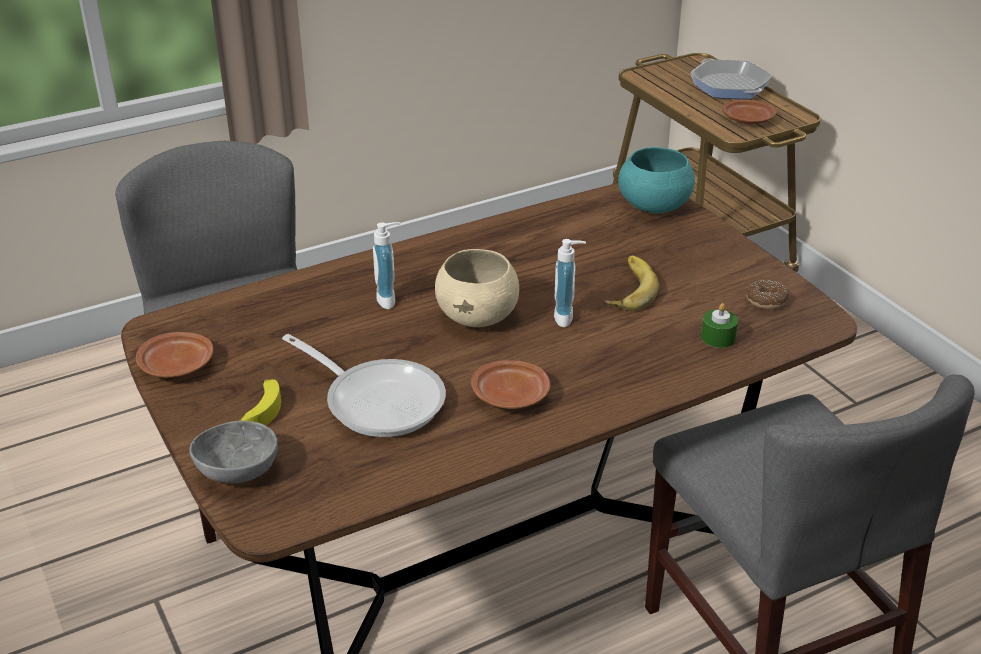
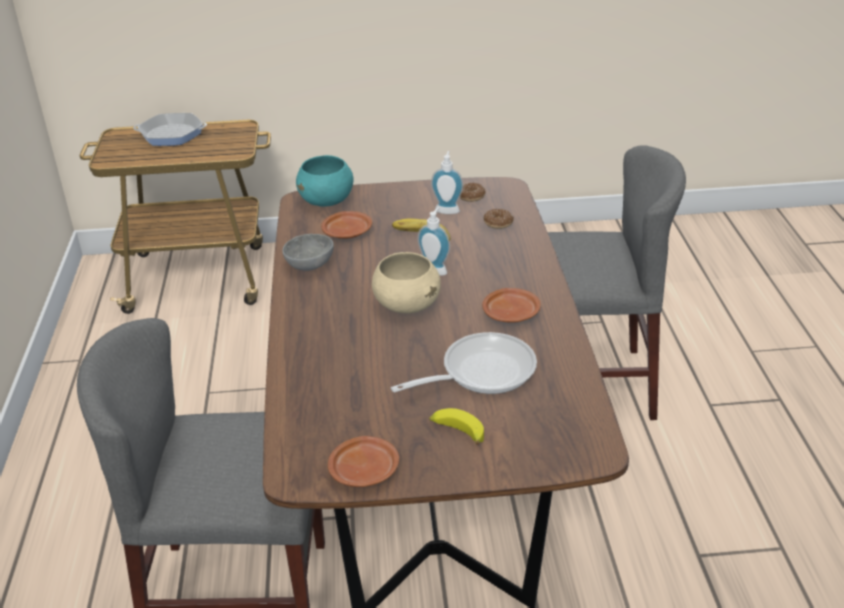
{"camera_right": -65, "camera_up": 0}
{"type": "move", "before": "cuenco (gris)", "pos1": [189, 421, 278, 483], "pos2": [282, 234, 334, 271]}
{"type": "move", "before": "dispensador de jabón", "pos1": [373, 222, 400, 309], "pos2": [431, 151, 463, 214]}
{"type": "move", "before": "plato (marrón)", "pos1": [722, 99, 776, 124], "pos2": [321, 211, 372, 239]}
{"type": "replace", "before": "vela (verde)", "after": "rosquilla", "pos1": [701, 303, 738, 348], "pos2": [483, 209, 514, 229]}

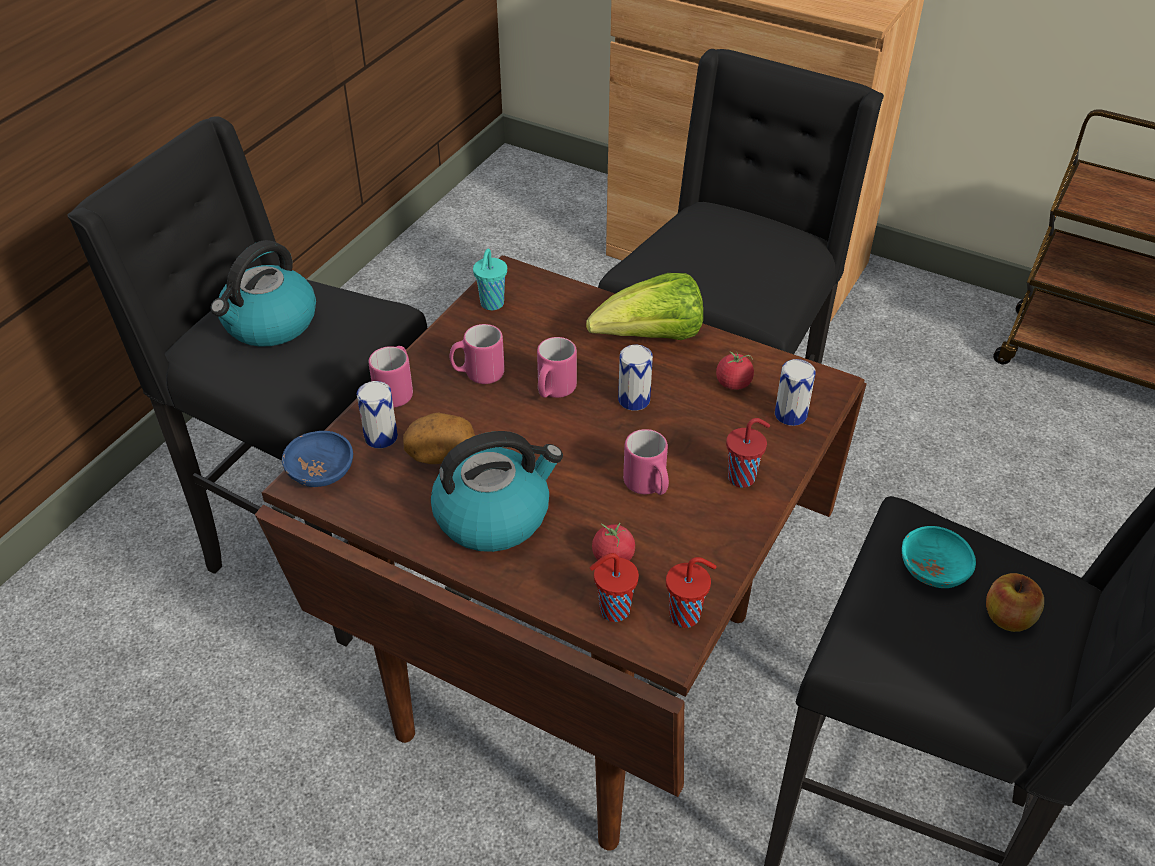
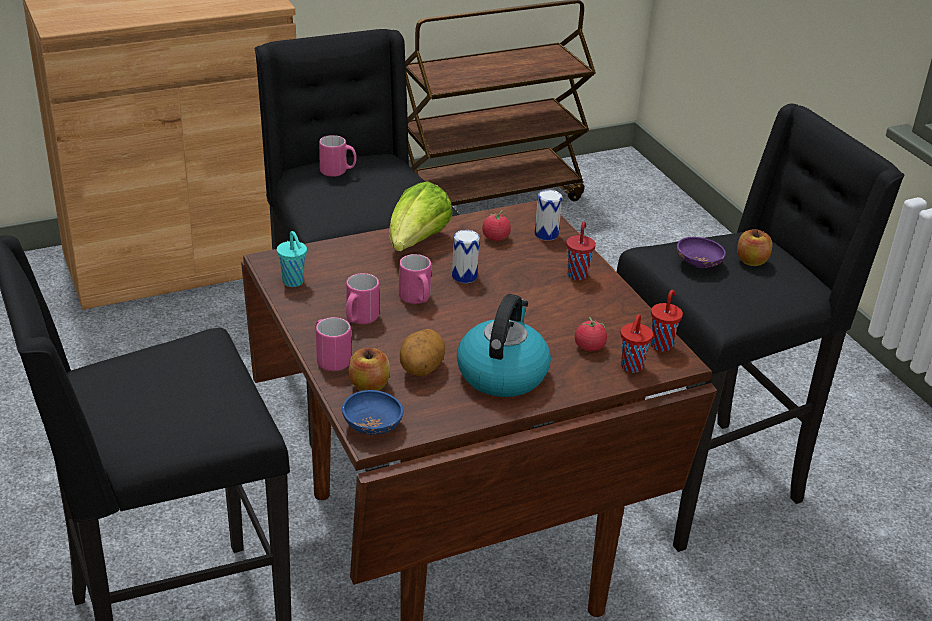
{"camera_right": -55, "camera_up": -10}
{"type": "delete", "before": "hervidor", "pos1": [210, 240, 316, 347]}
{"type": "move", "before": "taza grande (rosa)", "pos1": [623, 429, 669, 495], "pos2": [319, 135, 357, 177]}
{"type": "replace", "before": "lata", "after": "manzana", "pos1": [357, 381, 398, 448], "pos2": [349, 348, 390, 391]}
{"type": "recolor", "before": "cuenco (turquesa)", "after": "cuenco (morado)", "pos1": [902, 526, 976, 588], "pos2": [677, 237, 726, 268]}

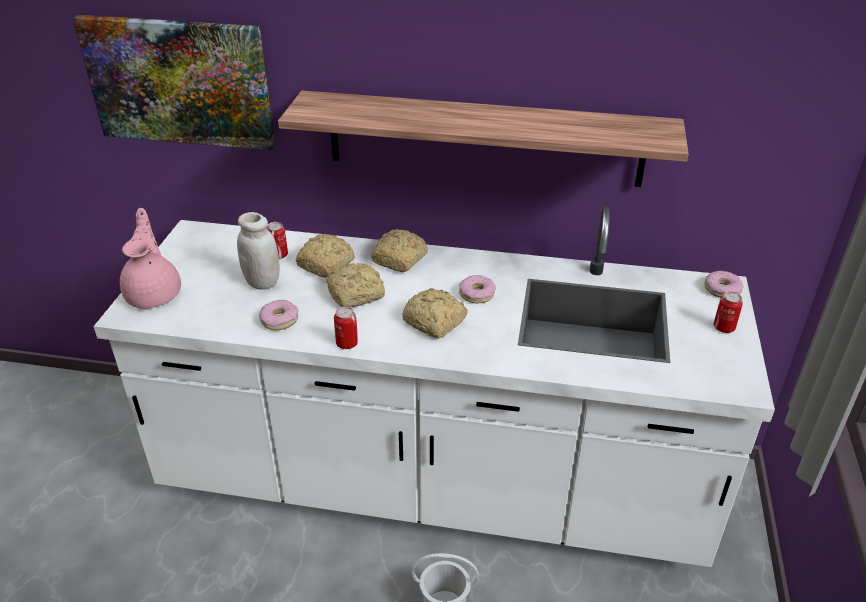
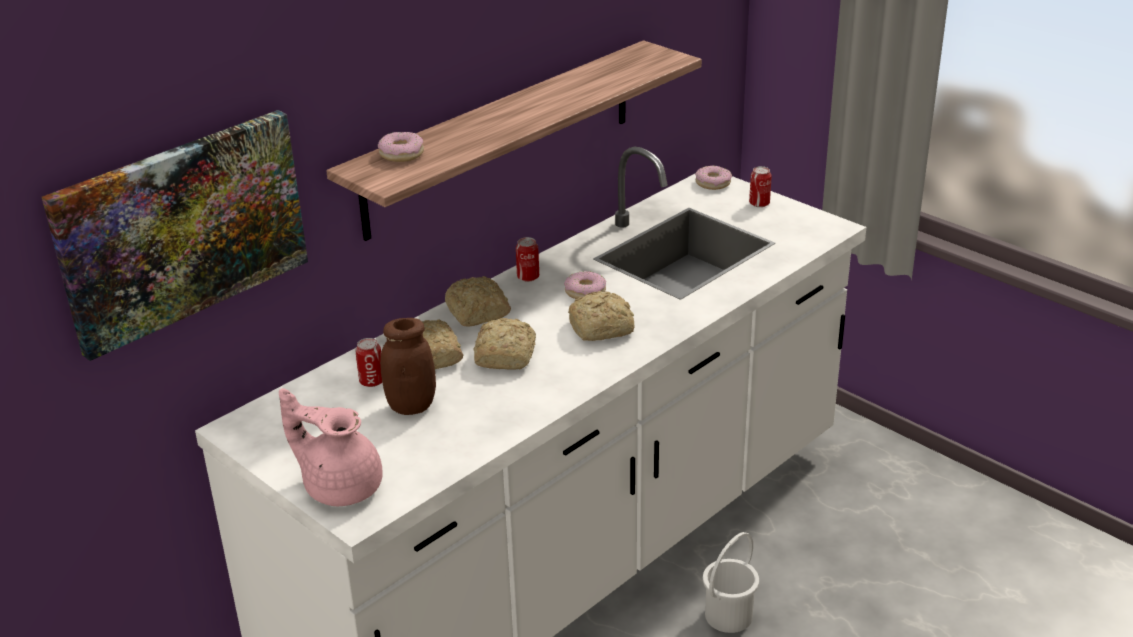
{"camera_right": -55, "camera_up": -5}
{"type": "move", "before": "rosquilla", "pos1": [259, 300, 299, 330], "pos2": [378, 132, 424, 162]}
{"type": "move", "before": "lata", "pos1": [334, 307, 358, 349], "pos2": [516, 237, 539, 282]}
{"type": "recolor", "before": "tarro (blanco)", "after": "tarro (marrón)", "pos1": [237, 212, 280, 290], "pos2": [380, 318, 436, 415]}

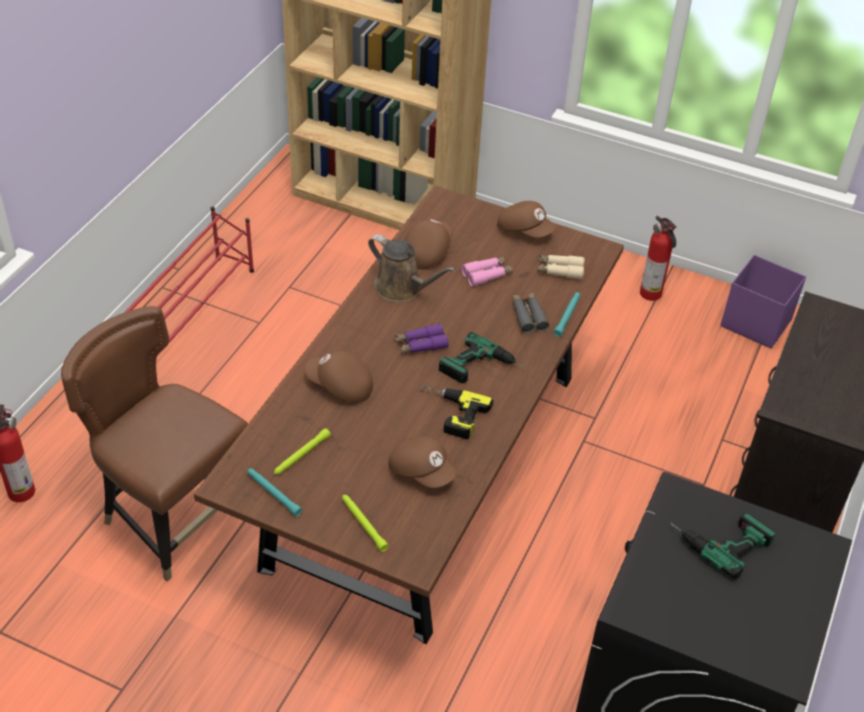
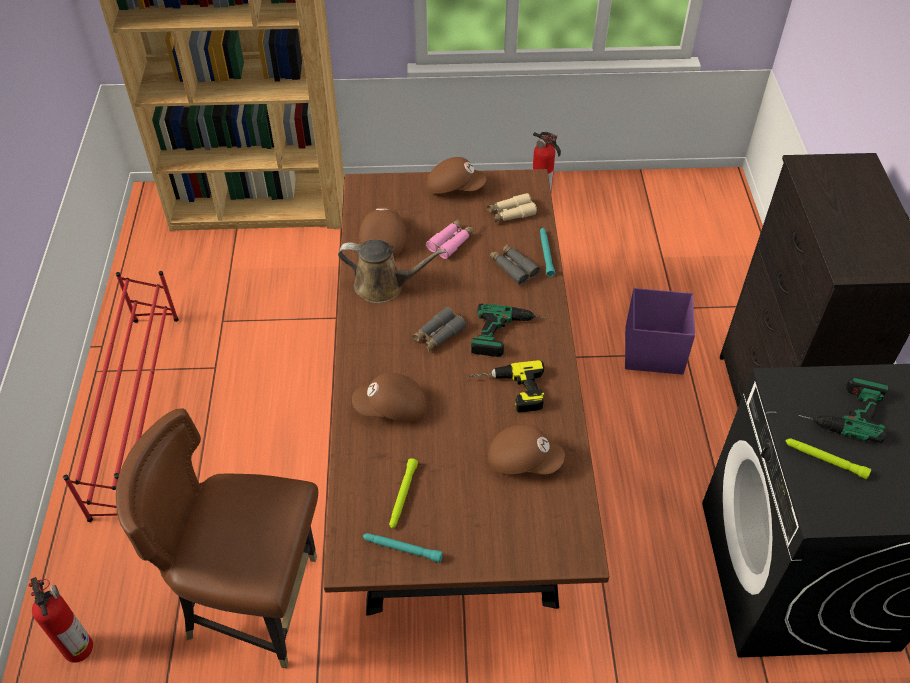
{"camera_right": -25, "camera_up": 5}
{"type": "move", "before": "linterna (verde)", "pos1": [342, 495, 389, 552], "pos2": [786, 439, 871, 479]}
{"type": "move", "before": "caja de almacenaje (morado)", "pos1": [720, 255, 806, 349], "pos2": [625, 288, 695, 375]}
{"type": "recolor", "before": "prismáticos (morado)", "after": "prismáticos (gris)", "pos1": [395, 323, 449, 354], "pos2": [412, 307, 466, 352]}

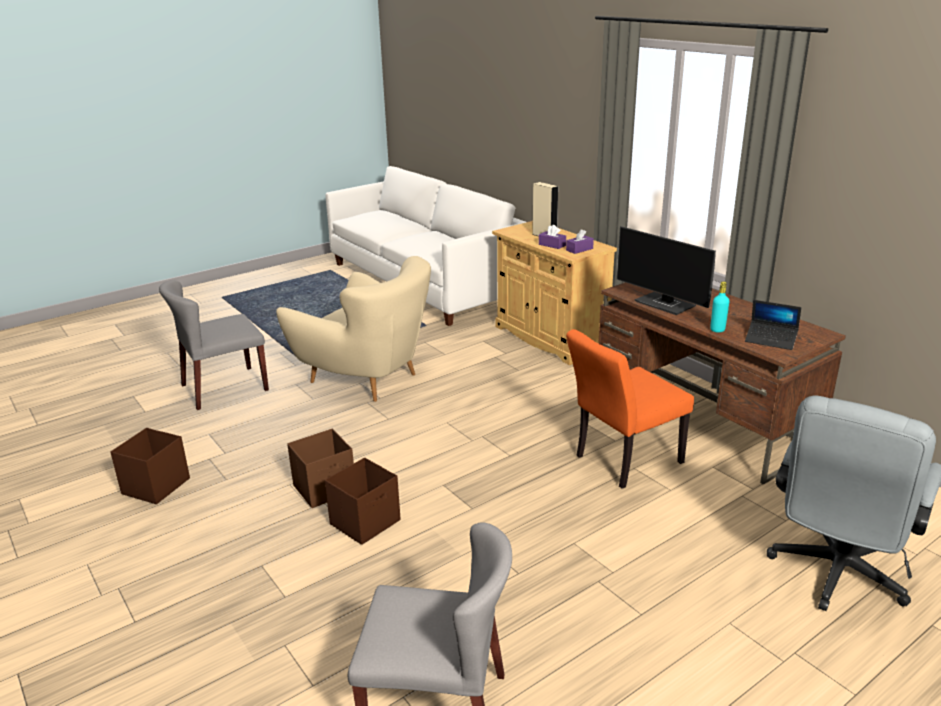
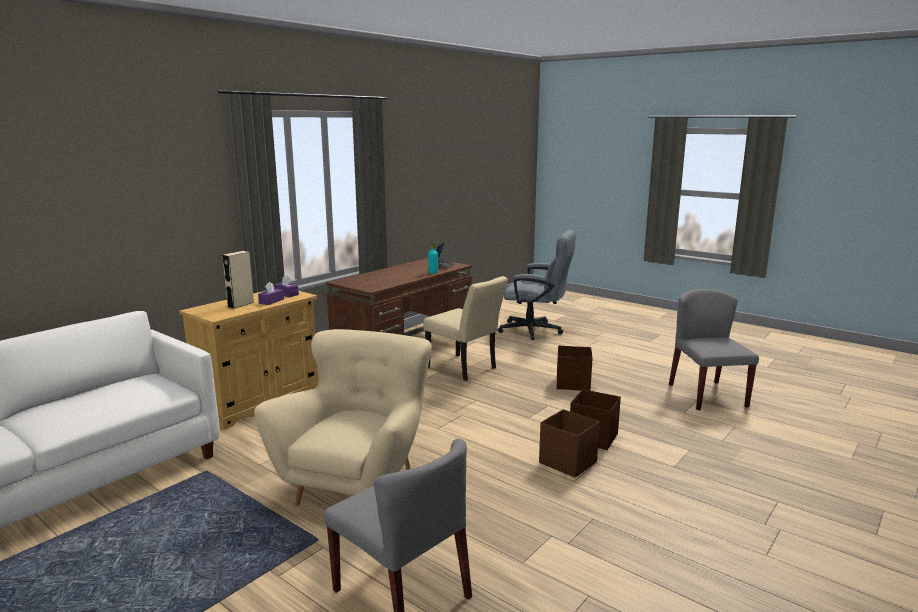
{"camera_right": -105, "camera_up": -10}
{"type": "delete", "before": "monitor", "pos1": [617, 226, 716, 315]}
{"type": "move", "before": "caja de almacenaje (marrón)", "pos1": [110, 428, 190, 504], "pos2": [557, 346, 593, 391]}
{"type": "recolor", "before": "silla (naranja)", "after": "silla (beis)", "pos1": [566, 329, 694, 489], "pos2": [423, 276, 508, 381]}

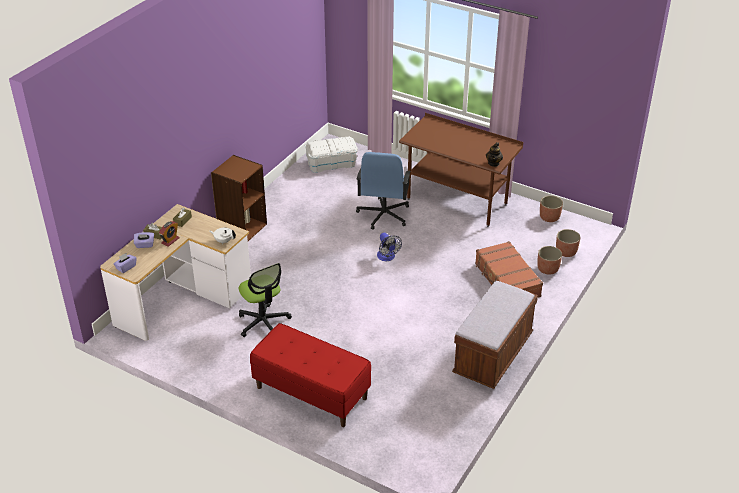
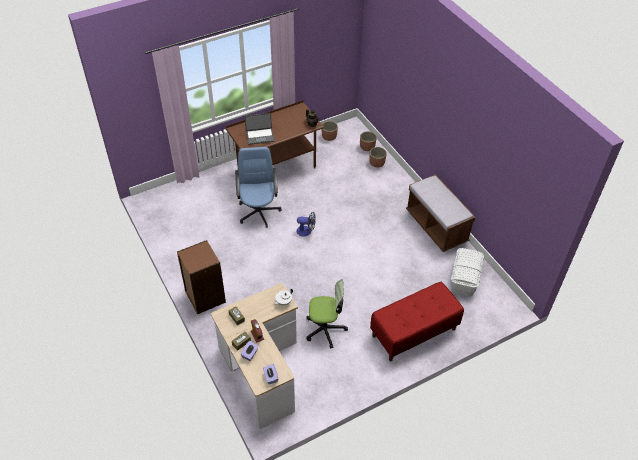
{"camera_right": -60, "camera_up": 10}
{"type": "delete", "before": "maleta (marrón)", "pos1": [475, 241, 543, 297]}
{"type": "insert", "after": "portátil", "pos2": [245, 113, 274, 145]}
{"type": "move", "before": "caja de almacenaje (blanco)", "pos1": [305, 136, 358, 173], "pos2": [451, 248, 484, 297]}
{"type": "rotate", "before": "silla de oficina (azul)", "pos1": [356, 152, 411, 230], "pos2": [235, 147, 282, 228], "turn": -135}

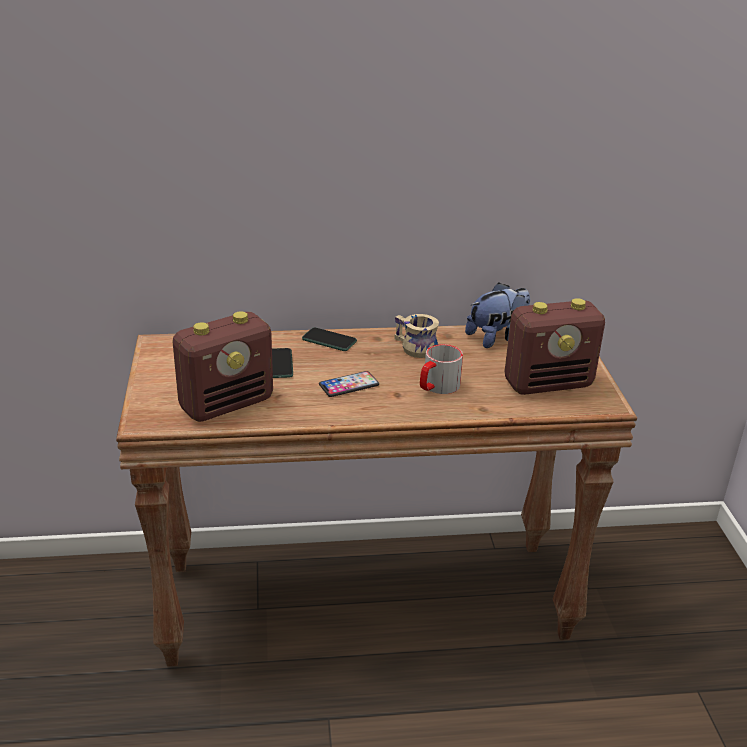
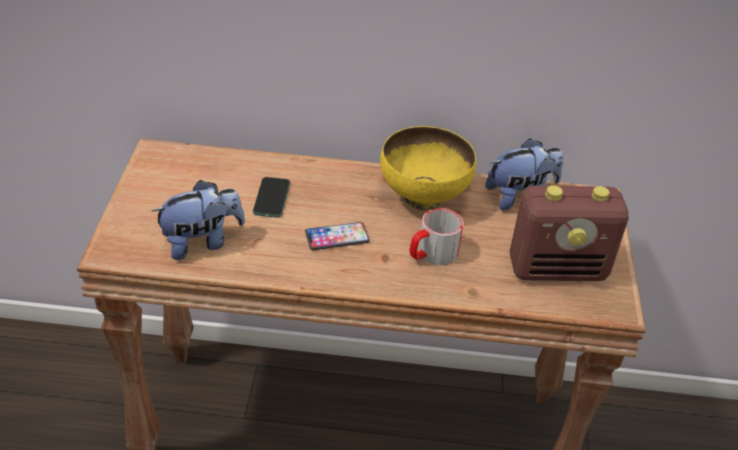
{"camera_right": 10, "camera_up": 10}
{"type": "delete", "before": "móvil", "pos1": [302, 327, 357, 351]}
{"type": "replace", "before": "radio", "after": "peluche", "pos1": [172, 311, 273, 422], "pos2": [152, 180, 245, 260]}
{"type": "replace", "before": "taza grande (beis)", "after": "cuenco (amarillo)", "pos1": [394, 314, 439, 358], "pos2": [380, 126, 476, 211]}

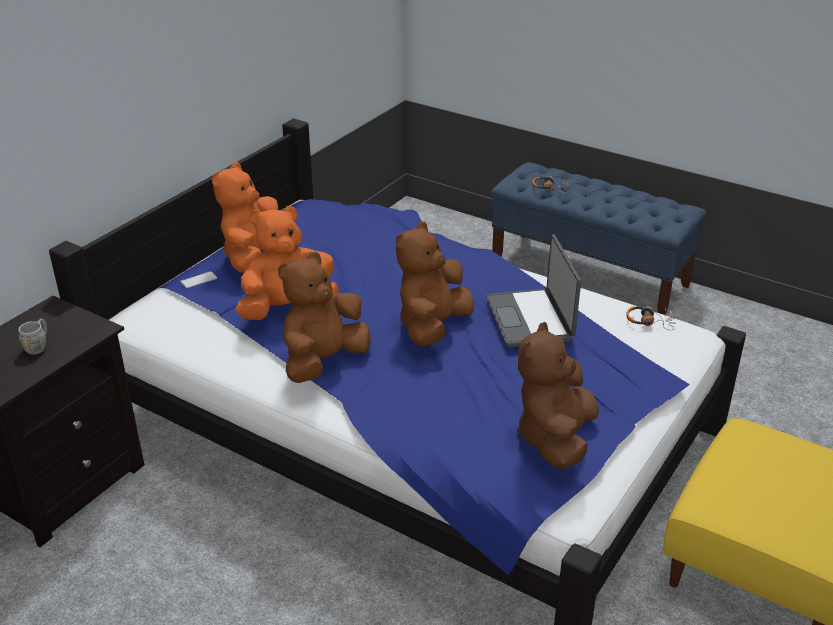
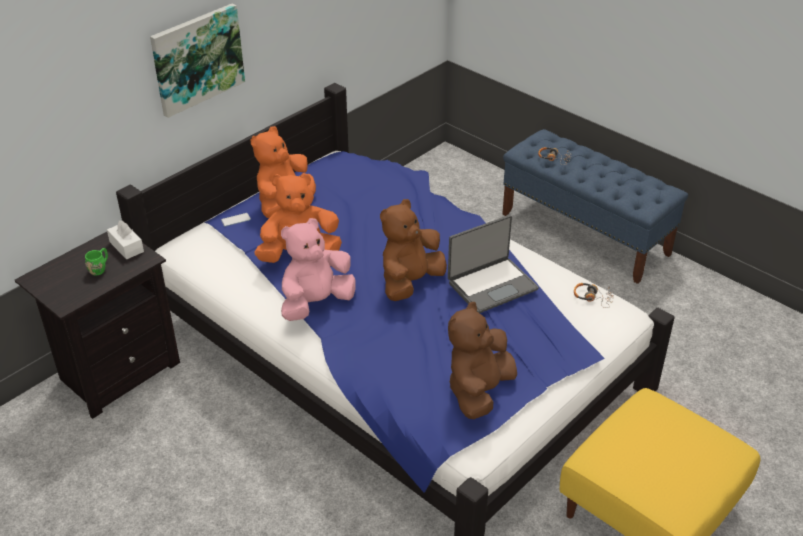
{"camera_right": 10, "camera_up": 5}
{"type": "insert", "after": "caja de pañuelos (blanco)", "pos2": [107, 220, 144, 259]}
{"type": "insert", "after": "cuadro", "pos2": [150, 3, 245, 118]}
{"type": "recolor", "before": "taza grande (gris)", "after": "taza grande (verde)", "pos1": [18, 319, 47, 355], "pos2": [85, 248, 108, 276]}
{"type": "recolor", "before": "peluche (marrón)", "after": "peluche (rosa)", "pos1": [278, 252, 371, 383], "pos2": [281, 218, 356, 321]}
{"type": "rotate", "before": "portátil", "pos1": [486, 235, 581, 348], "pos2": [448, 215, 539, 313], "turn": -120}

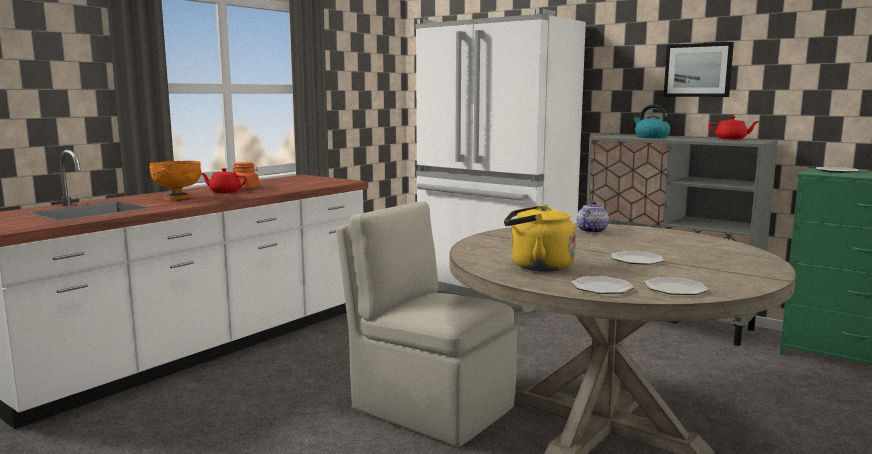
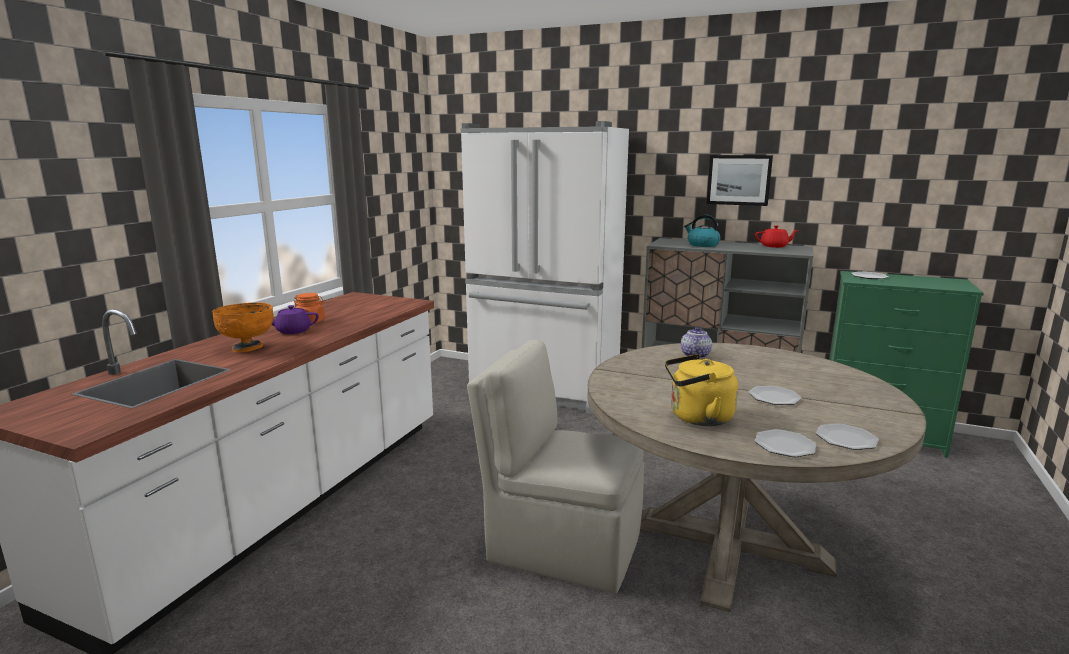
{"camera_right": -15, "camera_up": 5}
{"type": "recolor", "before": "tetera (rojo)", "after": "tetera (morado)", "pos1": [201, 168, 247, 193], "pos2": [272, 305, 319, 334]}

